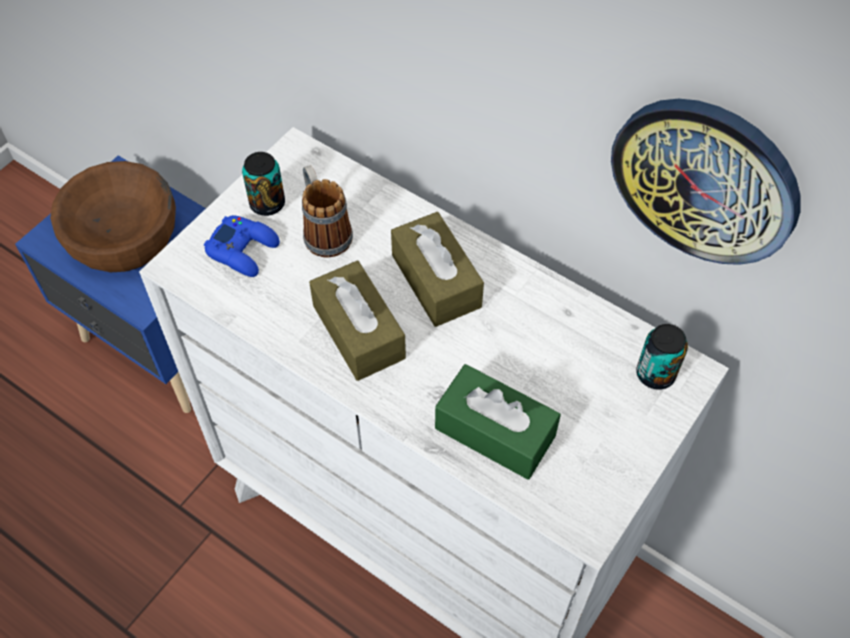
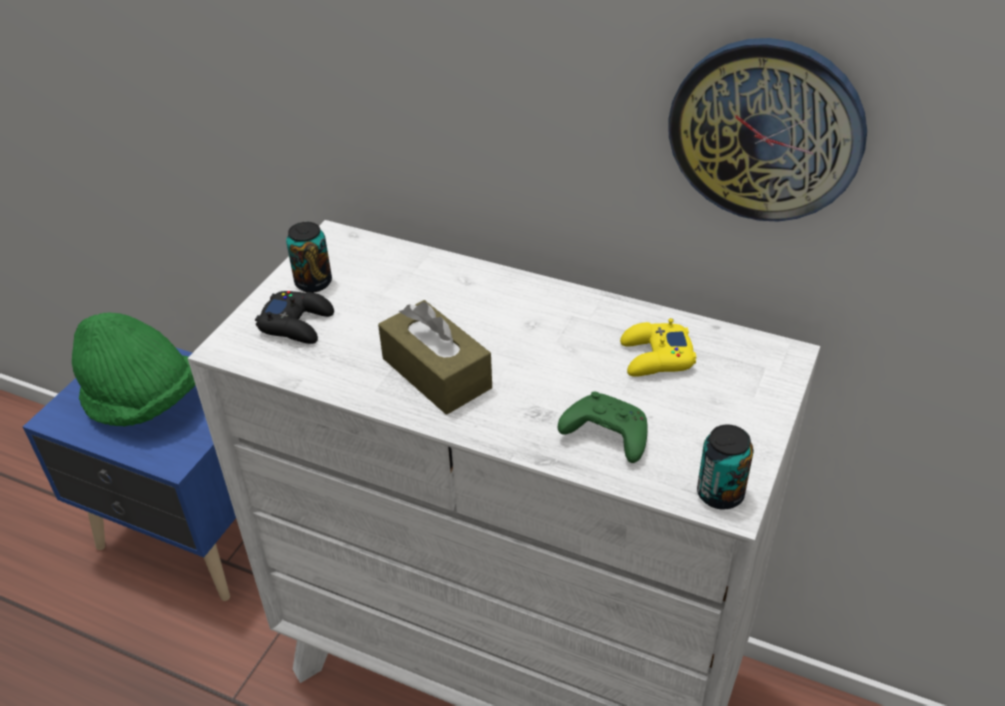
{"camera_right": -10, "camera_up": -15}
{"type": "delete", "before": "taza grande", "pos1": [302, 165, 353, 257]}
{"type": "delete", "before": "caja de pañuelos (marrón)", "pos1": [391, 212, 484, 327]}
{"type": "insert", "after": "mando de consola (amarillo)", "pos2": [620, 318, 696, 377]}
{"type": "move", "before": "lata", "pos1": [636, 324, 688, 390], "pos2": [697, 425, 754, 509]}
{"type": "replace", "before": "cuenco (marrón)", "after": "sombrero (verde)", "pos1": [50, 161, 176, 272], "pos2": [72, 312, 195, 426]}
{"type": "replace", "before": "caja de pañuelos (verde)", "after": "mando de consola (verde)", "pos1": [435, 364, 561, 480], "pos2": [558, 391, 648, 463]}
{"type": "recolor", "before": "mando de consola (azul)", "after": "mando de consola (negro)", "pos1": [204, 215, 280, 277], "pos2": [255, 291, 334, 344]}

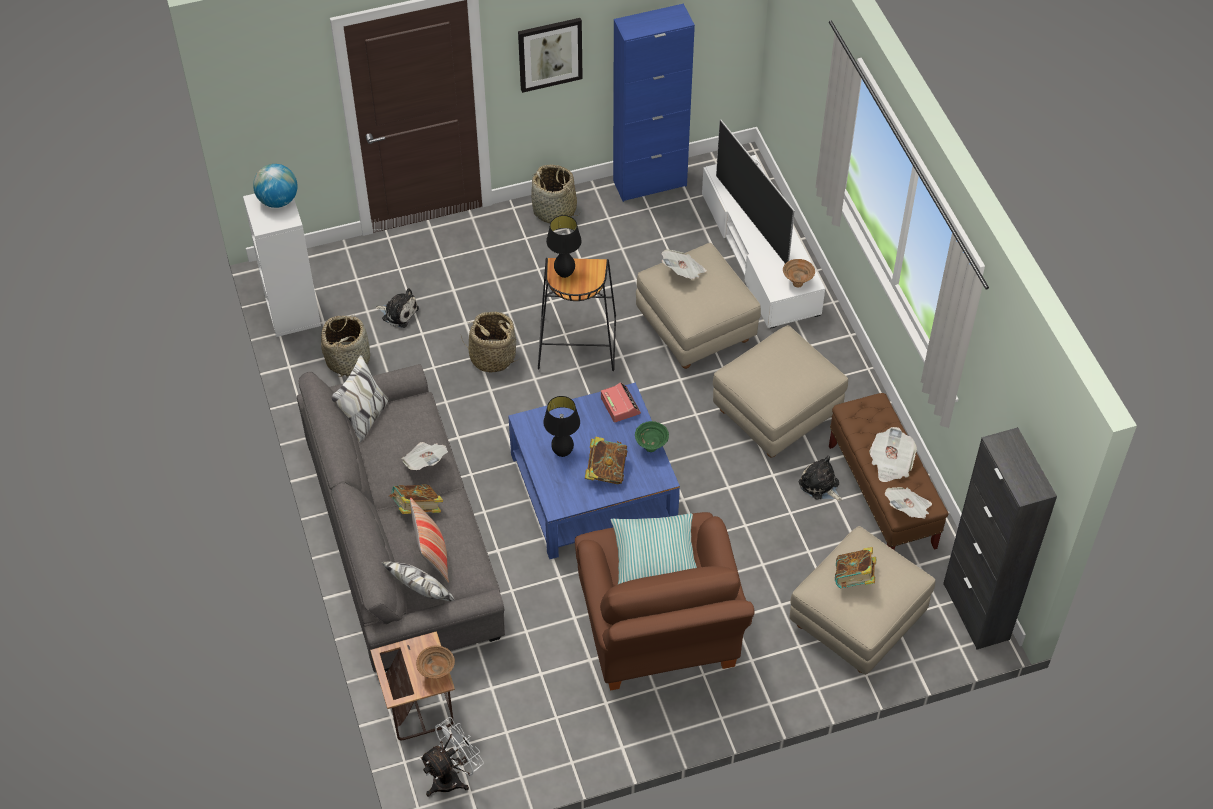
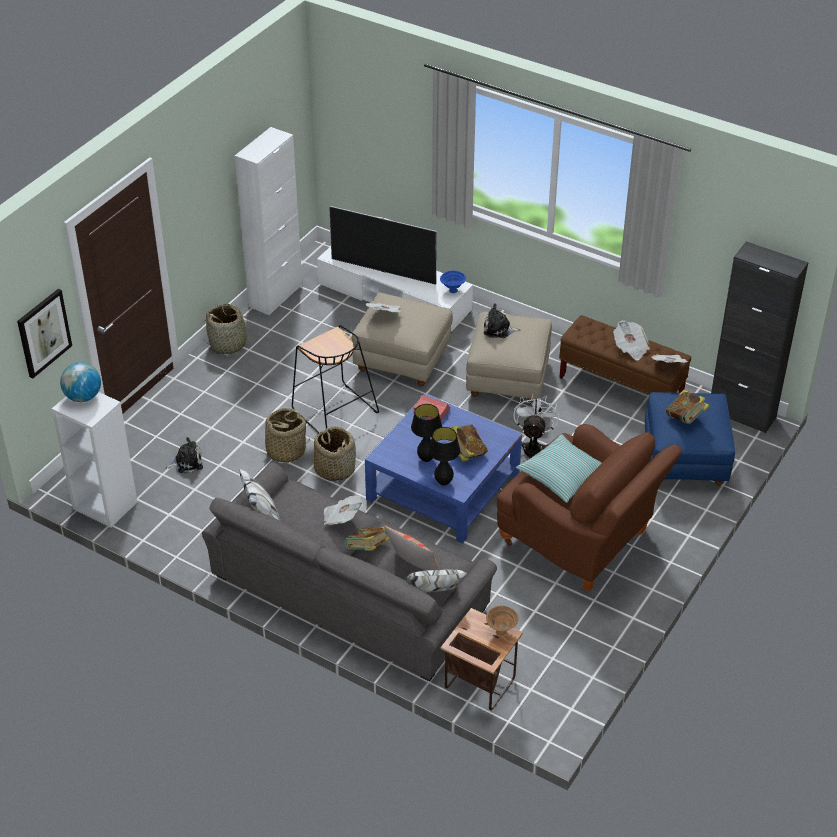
{"camera_right": -40, "camera_up": -10}
{"type": "delete", "before": "cuenco (verde)", "pos1": [635, 421, 669, 452]}
{"type": "move", "before": "cesta", "pos1": [321, 315, 370, 377], "pos2": [314, 426, 356, 481]}
{"type": "move", "before": "ventilador (blanco)", "pos1": [419, 717, 484, 797], "pos2": [513, 394, 559, 458]}
{"type": "move", "before": "cuadro", "pos1": [518, 18, 583, 93], "pos2": [17, 289, 72, 379]}
{"type": "move", "before": "lámpara de mesa (negro)", "pos1": [546, 215, 582, 278], "pos2": [428, 427, 460, 486]}
{"type": "move", "before": "peluche", "pos1": [799, 456, 842, 501], "pos2": [483, 303, 521, 338]}
{"type": "recolor", "before": "armario (azul)", "after": "armario (blanco)", "pos1": [613, 4, 695, 202], "pos2": [235, 127, 302, 315]}
{"type": "recolor", "before": "cuenco (marrón)", "after": "cuenco (azul)", "pos1": [783, 259, 815, 287], "pos2": [440, 271, 466, 293]}
{"type": "recolor", "before": "puf (beis)", "after": "puf (azul)", "pos1": [790, 526, 935, 675], "pos2": [645, 392, 735, 486]}

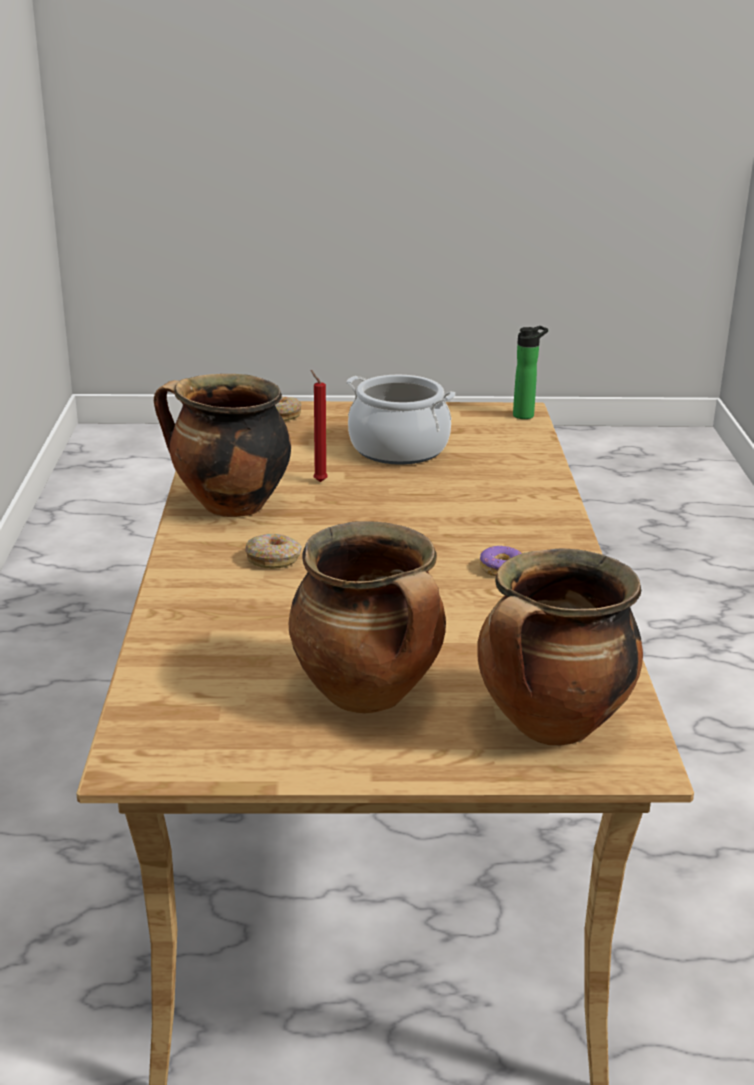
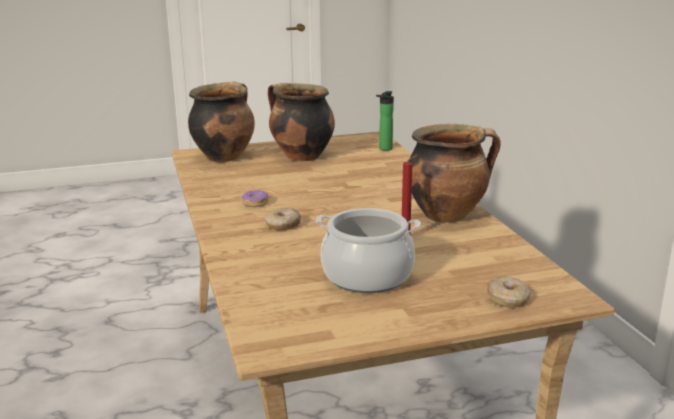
{"camera_right": 165, "camera_up": -5}
{"type": "move", "before": "rosquilla", "pos1": [245, 534, 302, 569], "pos2": [265, 208, 301, 230]}
{"type": "move", "before": "botella", "pos1": [513, 326, 548, 419], "pos2": [376, 91, 394, 151]}

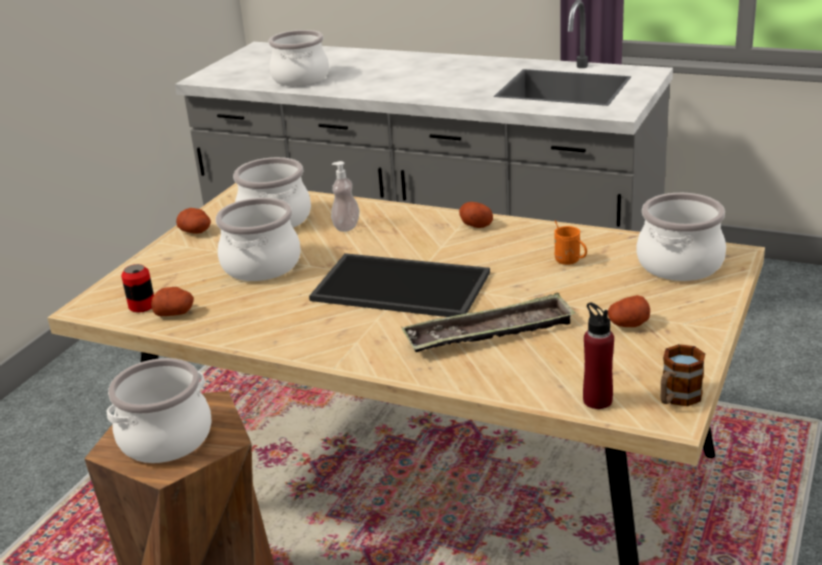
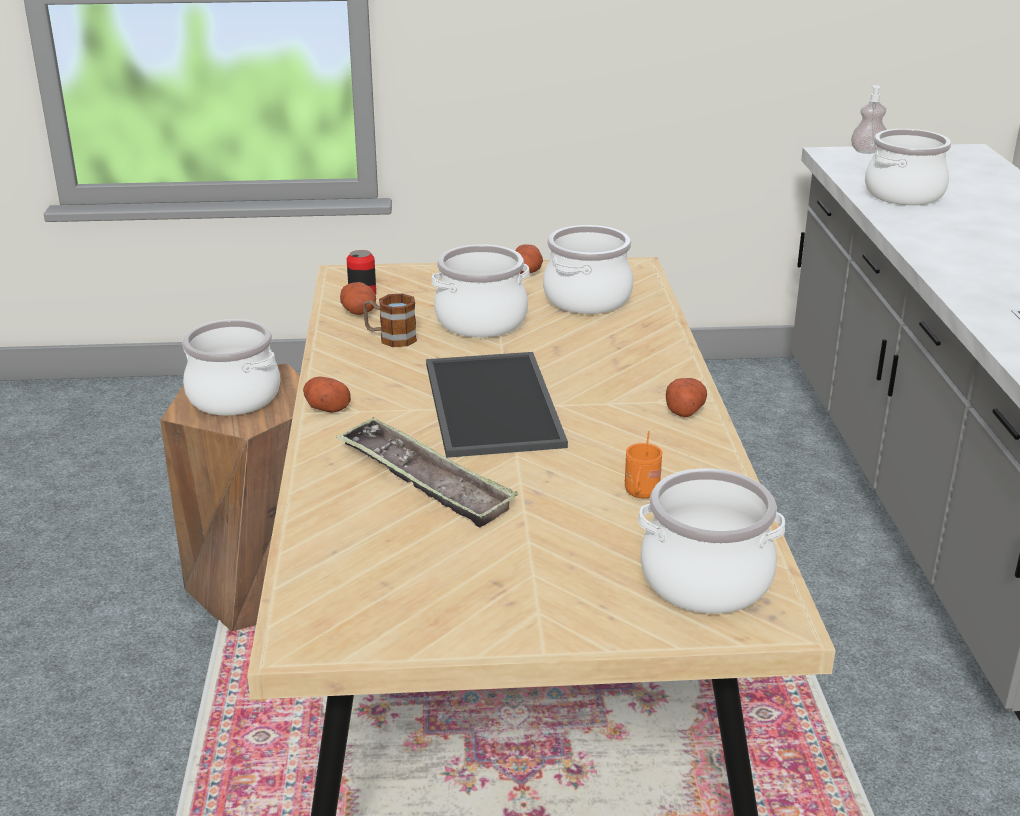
{"camera_right": 60, "camera_up": 0}
{"type": "delete", "before": "botella (rojo)", "pos1": [583, 302, 614, 409]}
{"type": "move", "before": "dispensador de jabón", "pos1": [331, 161, 360, 232], "pos2": [851, 85, 887, 154]}
{"type": "move", "before": "patata", "pos1": [608, 295, 650, 327], "pos2": [303, 377, 351, 413]}
{"type": "move", "before": "taza grande", "pos1": [661, 344, 705, 406], "pos2": [363, 293, 417, 347]}

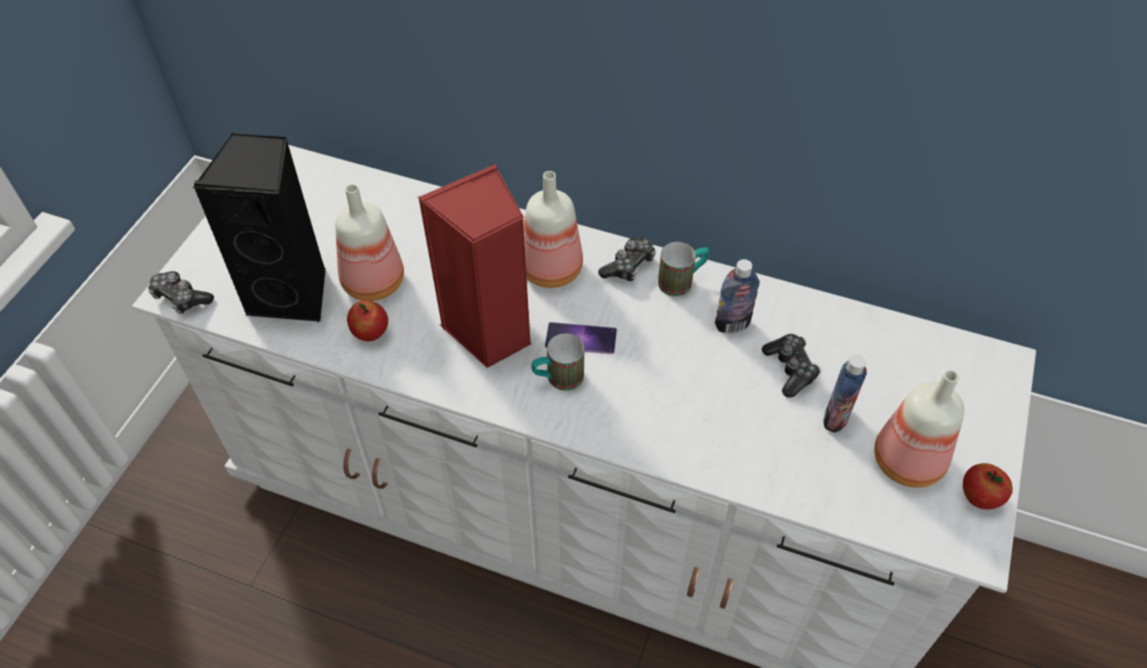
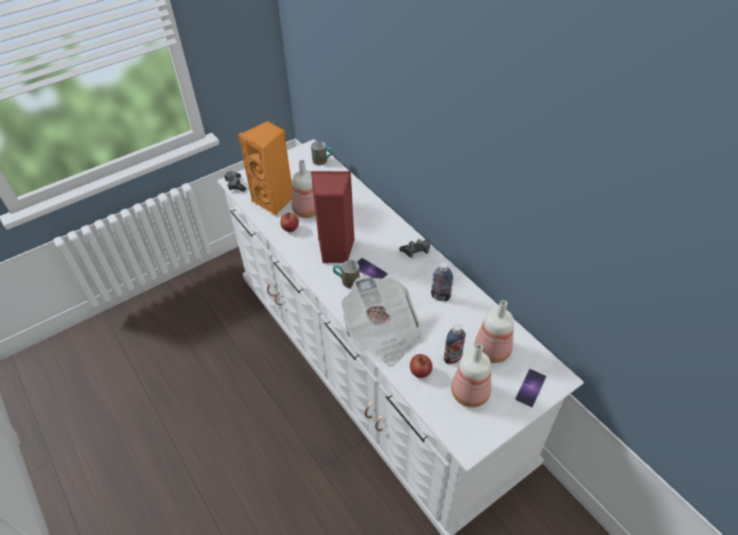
{"camera_right": 35, "camera_up": -5}
{"type": "delete", "before": "mando de consola", "pos1": [762, 334, 821, 398]}
{"type": "insert", "after": "periódico", "pos2": [341, 275, 422, 366]}
{"type": "insert", "after": "móvil", "pos2": [515, 369, 546, 407]}
{"type": "move", "before": "botella", "pos1": [523, 171, 583, 288], "pos2": [474, 300, 514, 363]}
{"type": "move", "before": "taza grande", "pos1": [658, 242, 709, 297], "pos2": [311, 141, 333, 165]}
{"type": "move", "before": "manzana", "pos1": [963, 463, 1013, 509], "pos2": [410, 354, 433, 378]}
{"type": "recolor", "before": "altavoz (negro)", "after": "altavoz (naranja)", "pos1": [193, 133, 326, 322], "pos2": [238, 121, 292, 216]}

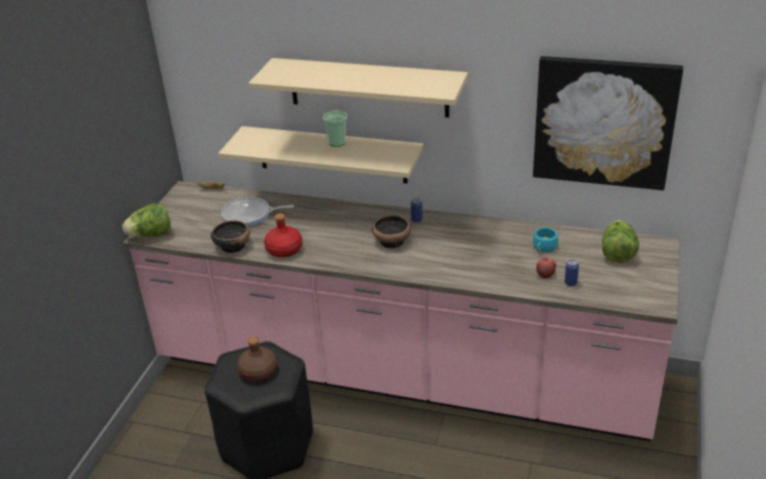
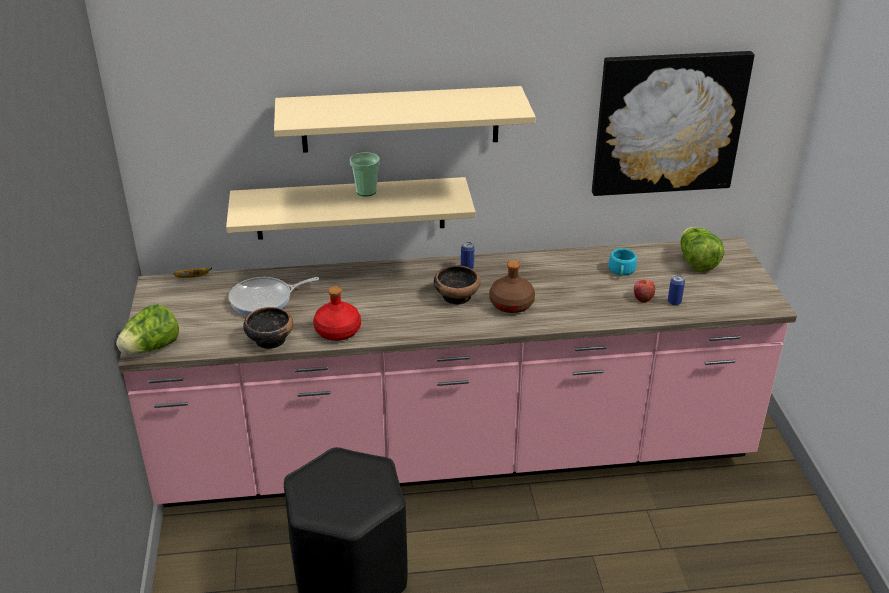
{"camera_right": -25, "camera_up": 0}
{"type": "move", "before": "botella (marrón)", "pos1": [237, 337, 277, 381], "pos2": [489, 260, 535, 313]}

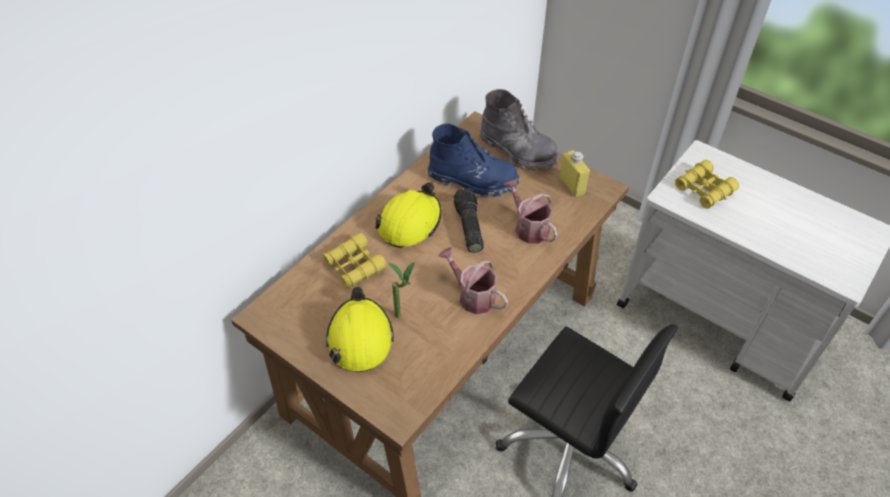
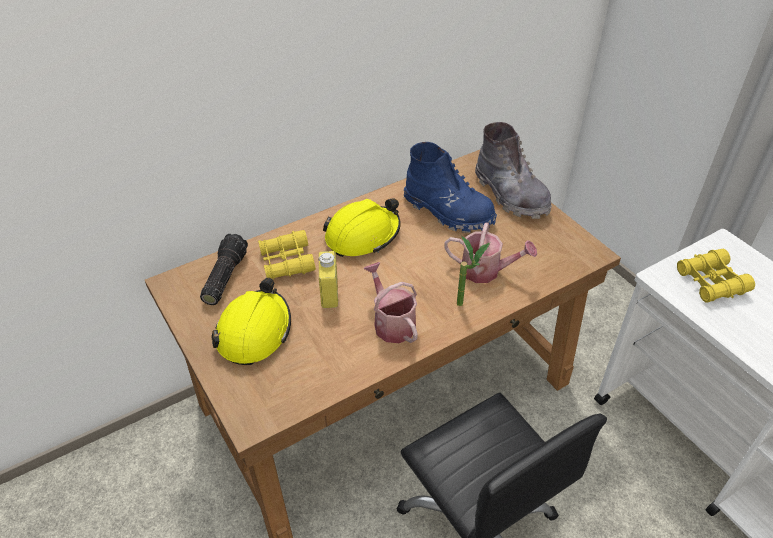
{"camera_right": 20, "camera_up": -5}
{"type": "move", "before": "planta en maceta", "pos1": [389, 262, 415, 318], "pos2": [457, 236, 490, 306]}
{"type": "move", "before": "linterna", "pos1": [454, 188, 483, 253], "pos2": [200, 234, 248, 305]}
{"type": "move", "before": "botella (amarillo)", "pos1": [559, 150, 590, 197], "pos2": [318, 251, 338, 308]}
{"type": "rotate", "before": "regadera", "pos1": [503, 179, 558, 244], "pos2": [444, 223, 537, 283], "turn": 120}

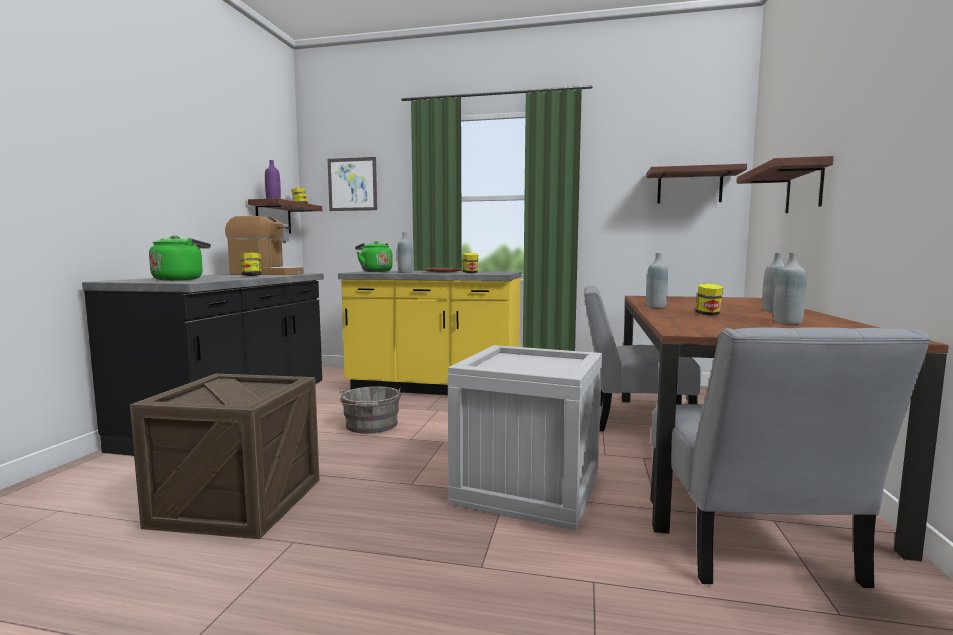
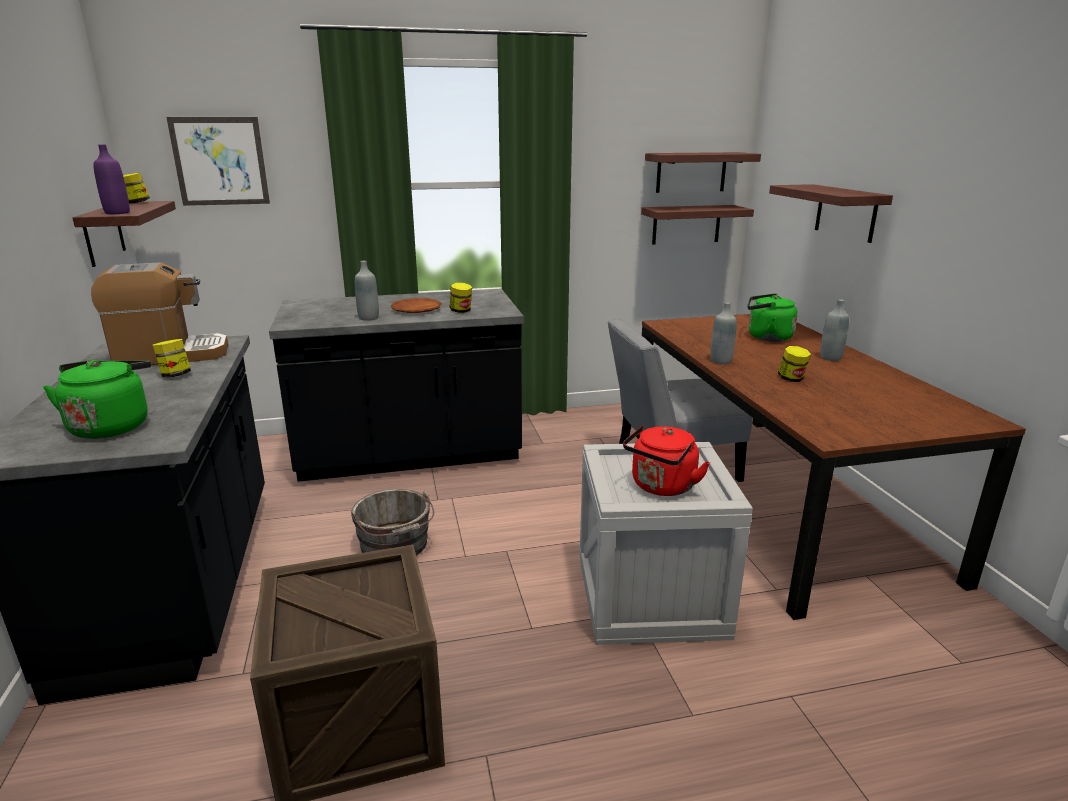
{"camera_right": -25, "camera_up": 15}
{"type": "delete", "before": "silla (gris)", "pos1": [650, 327, 931, 588]}
{"type": "delete", "before": "botella (gris)", "pos1": [774, 253, 806, 324]}
{"type": "insert", "after": "hervidor (rojo)", "pos2": [623, 425, 710, 496]}
{"type": "insert", "after": "estante", "pos2": [641, 205, 754, 244]}
{"type": "move", "before": "hervidor (verde)", "pos1": [355, 241, 393, 272], "pos2": [747, 293, 798, 342]}
{"type": "recolor", "before": "mueble bajo de cocina (amarillo)", "after": "mueble bajo de cocina (negro)", "pos1": [338, 271, 522, 395], "pos2": [269, 289, 524, 482]}

